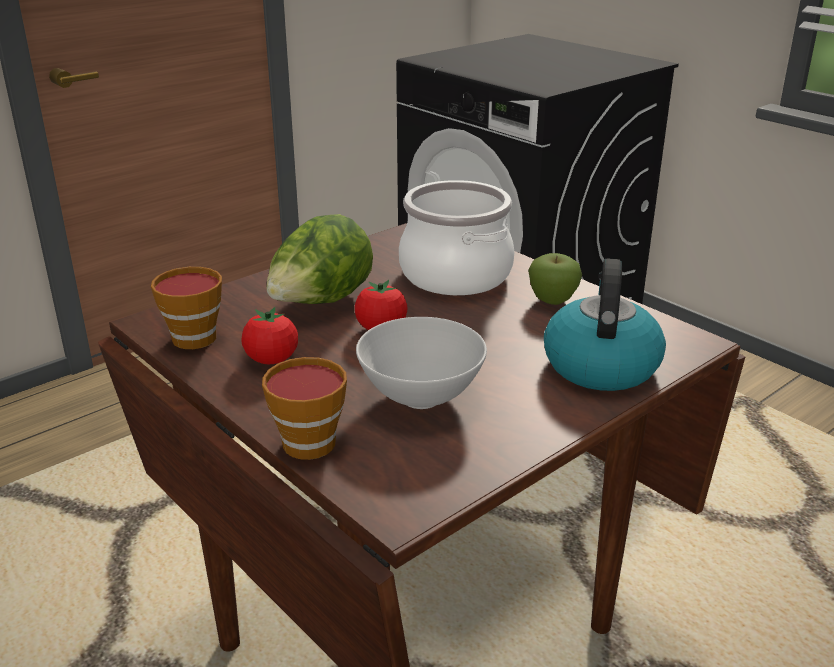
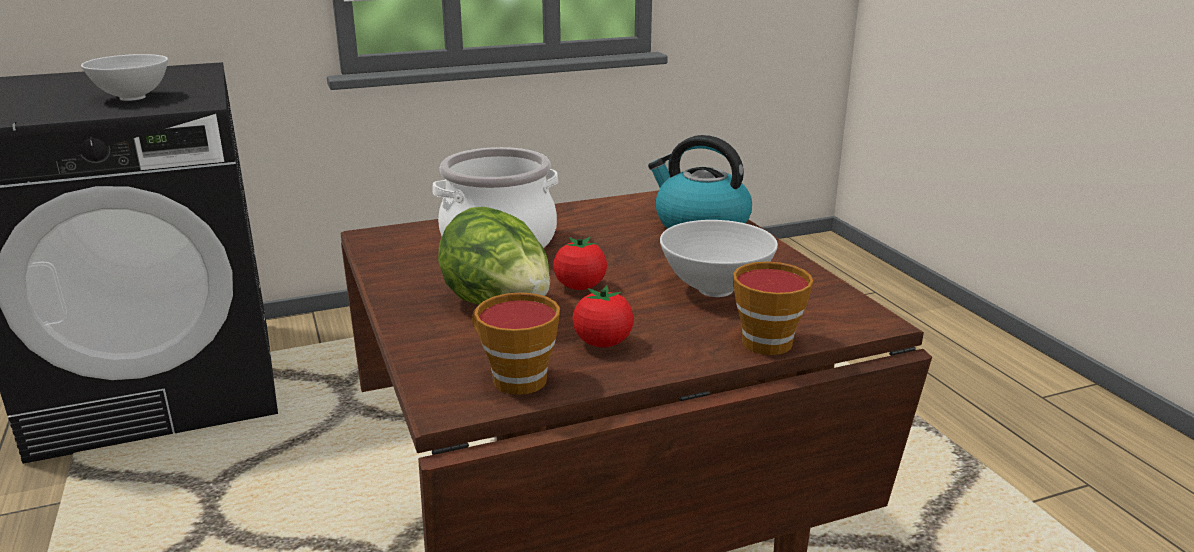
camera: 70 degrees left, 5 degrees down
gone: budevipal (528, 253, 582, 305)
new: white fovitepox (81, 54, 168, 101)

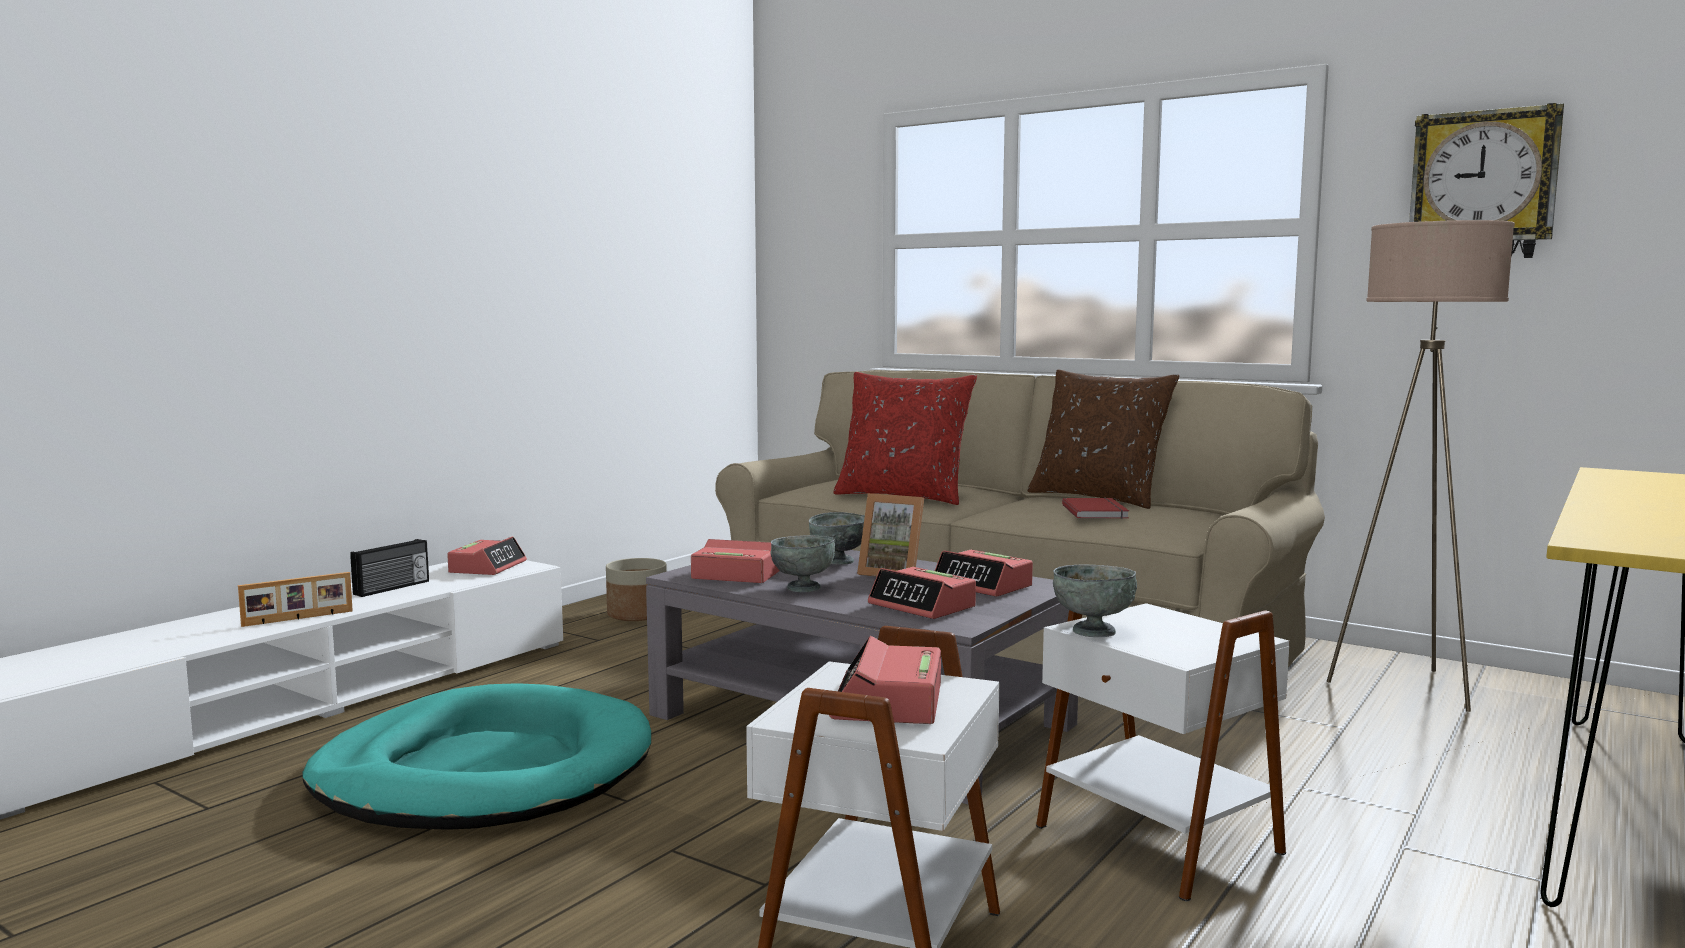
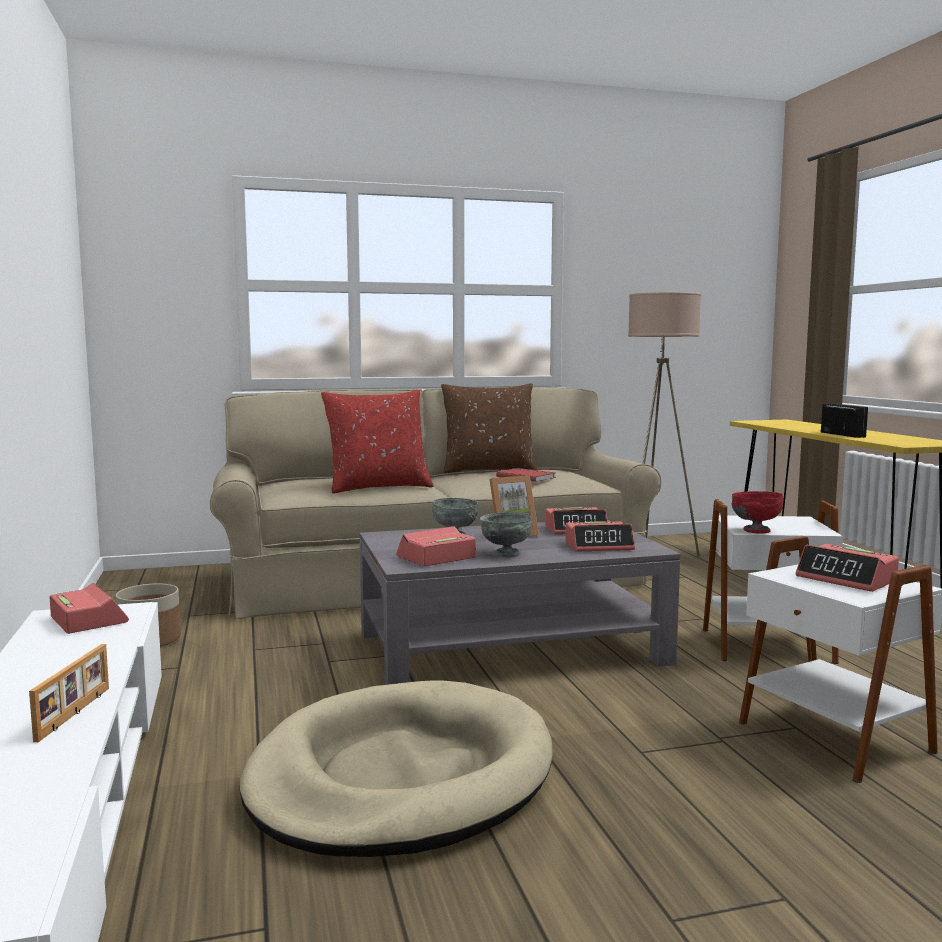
camera: 50 degrees left, 0 degrees up
gone: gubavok (1409, 103, 1564, 258)
shifted: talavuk (350, 539, 429, 597) to (821, 404, 868, 438)
repainted: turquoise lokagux (302, 683, 651, 830) to beige lokagux (240, 680, 552, 857); grey fovitepox (1053, 565, 1137, 637) to red fovitepox (731, 491, 783, 533)

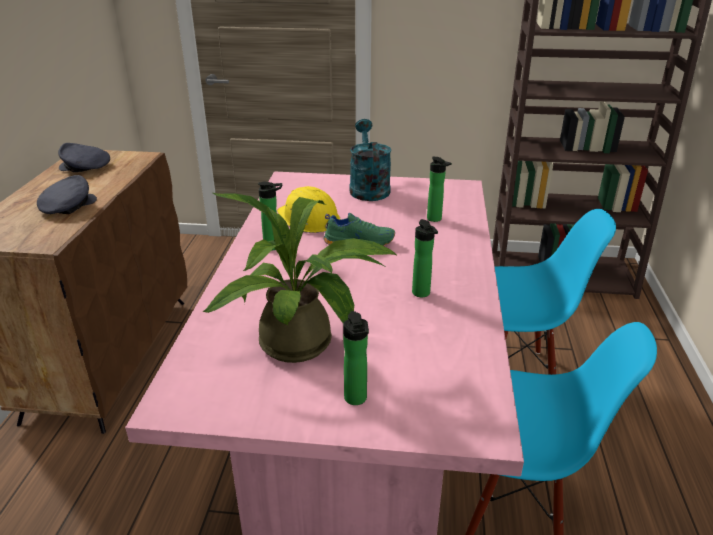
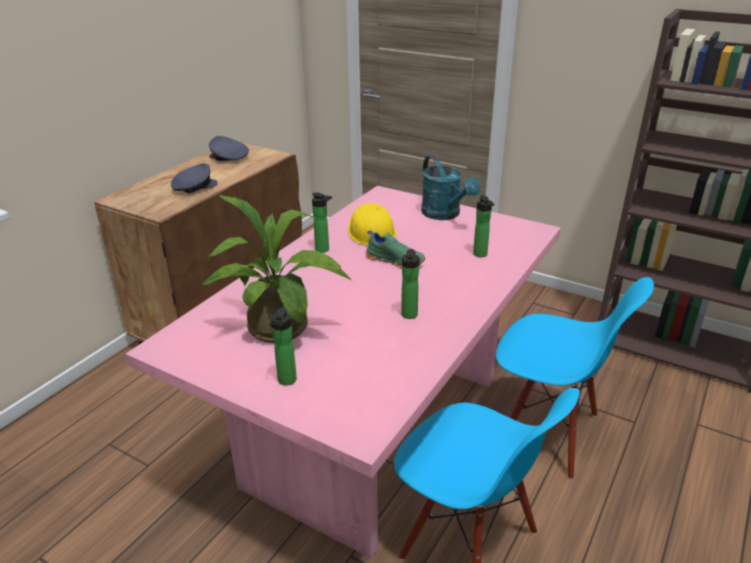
camera: 25 degrees right, 0 degrees up
rotated: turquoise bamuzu (350, 119, 392, 201) = (421, 155, 480, 220) 135 degrees clockwise

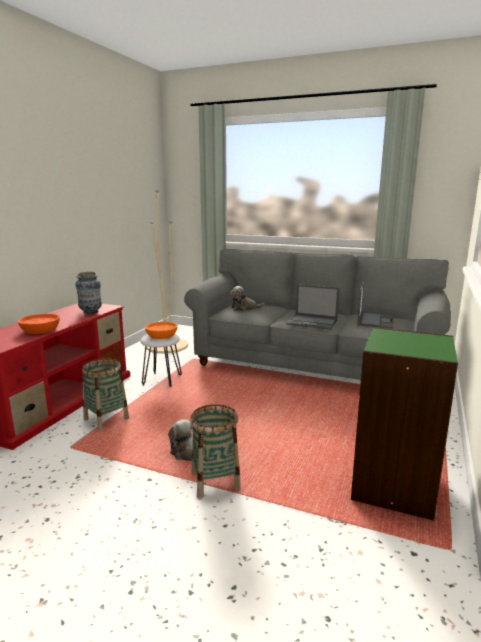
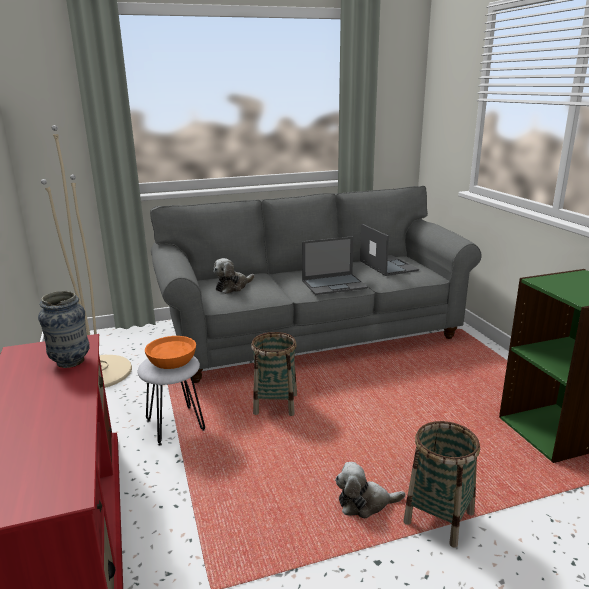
camera: 40 degrees left, 5 degrees up
gone: orange fovitepox (18, 314, 60, 334)
shifted: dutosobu (82, 358, 129, 430) to (251, 332, 297, 416)

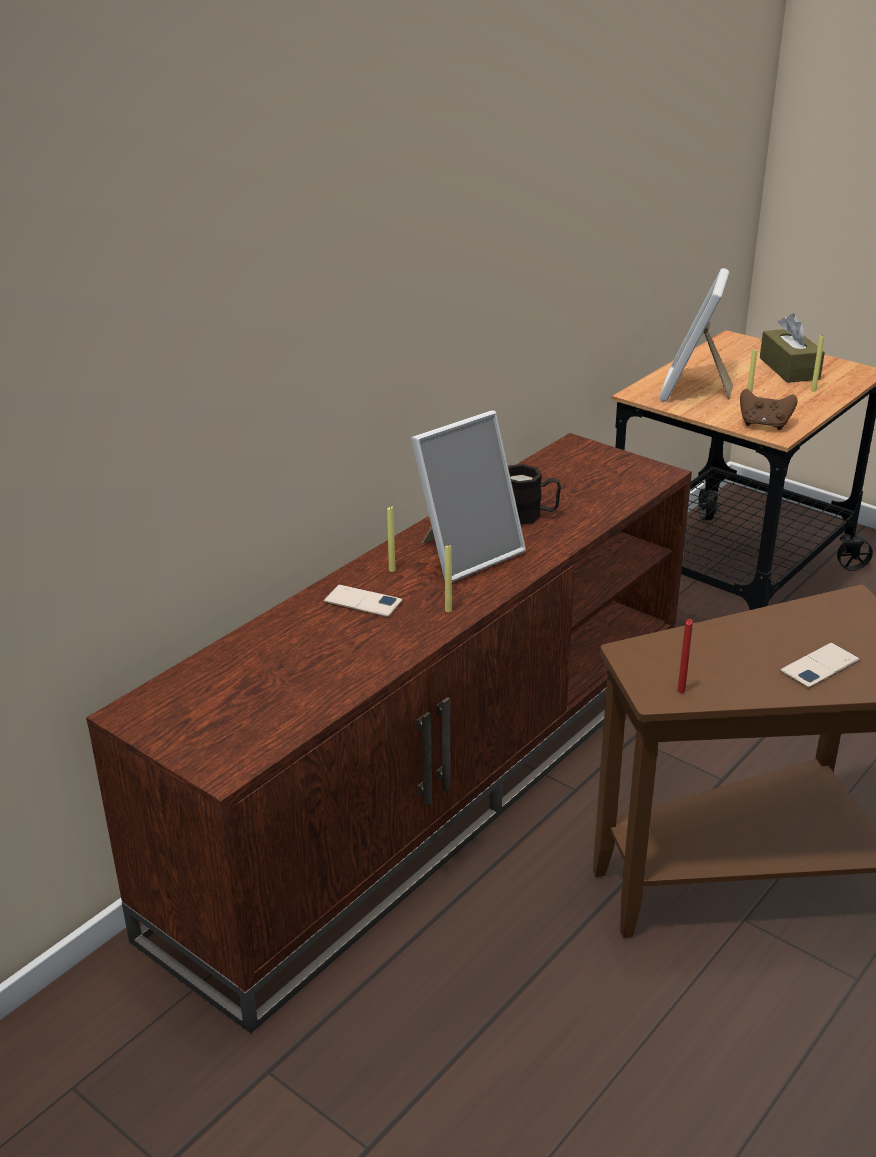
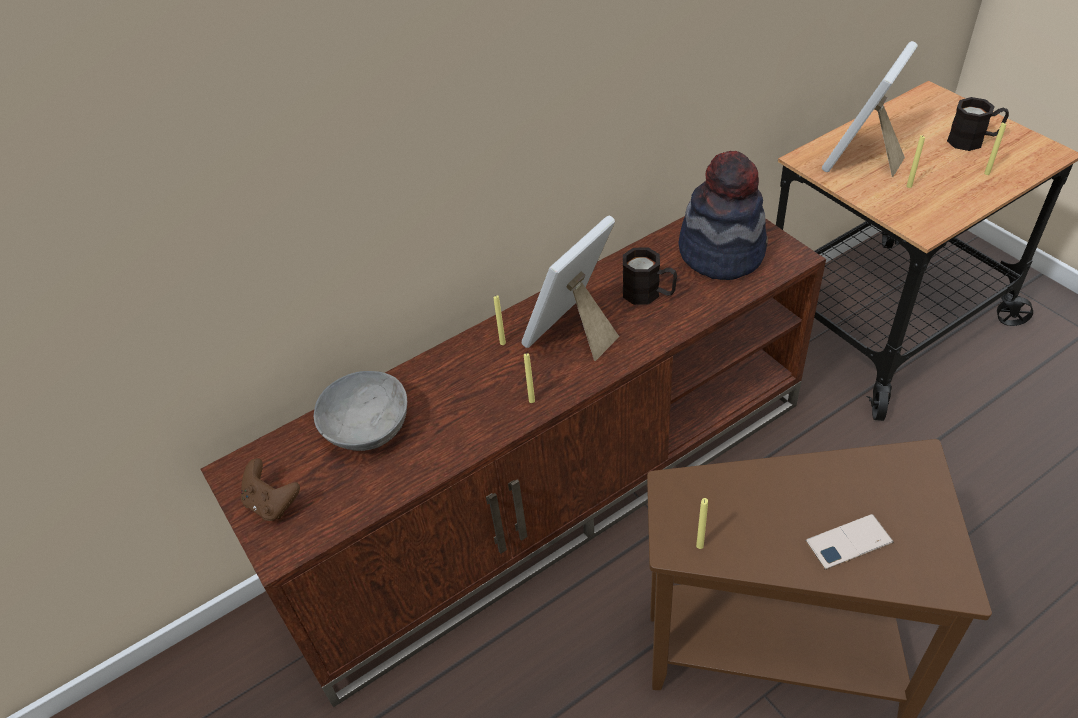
camera: 20 degrees right, 15 degrees up
gone: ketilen (323, 584, 403, 618)
new: grey fovitepox (314, 371, 407, 451); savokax (679, 151, 768, 280)
shifted: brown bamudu (740, 389, 797, 430) to (241, 458, 300, 521)
swapped: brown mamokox (760, 314, 825, 383) to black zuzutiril (947, 97, 1009, 151)
repainted: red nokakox (677, 619, 693, 693) to yellow nokakox (696, 498, 708, 549)
rotated: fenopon (411, 410, 526, 582) = (522, 216, 619, 361) 150 degrees clockwise

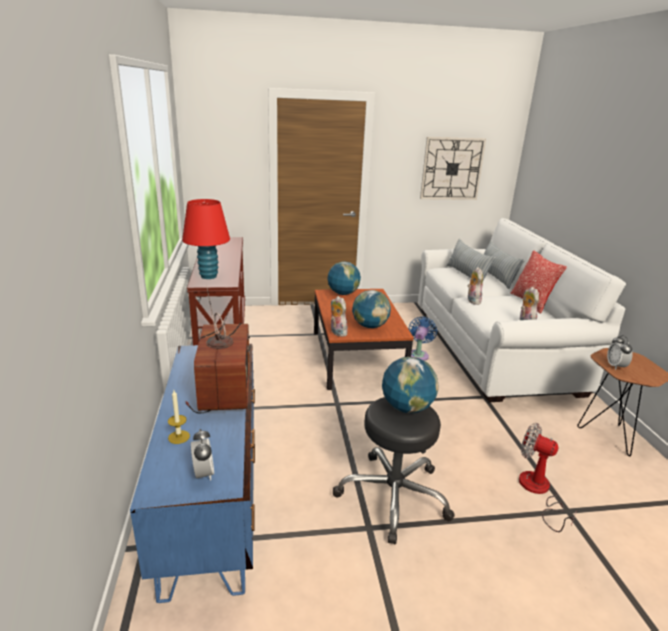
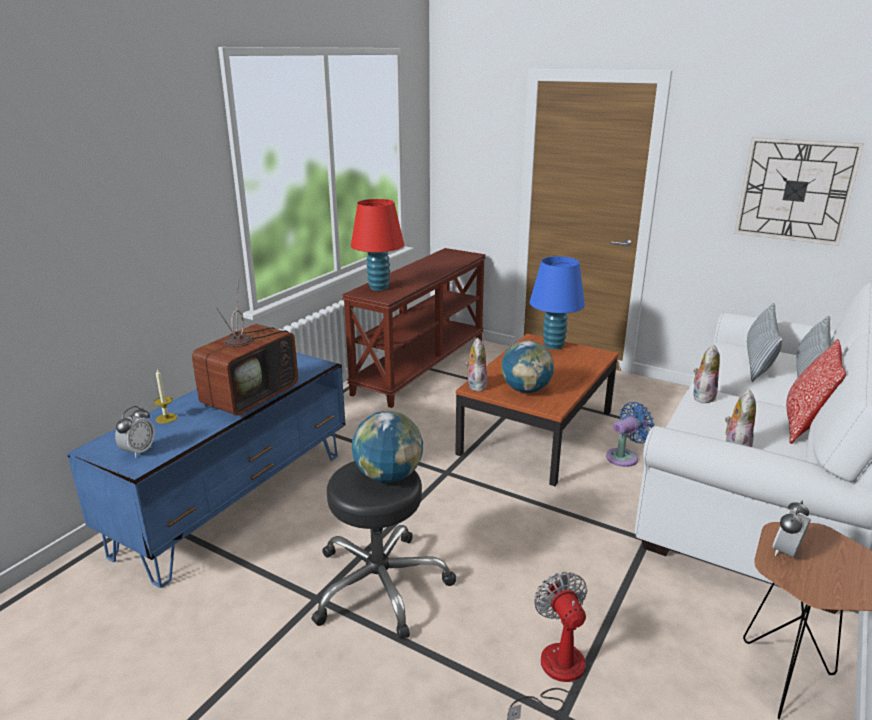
camera: 40 degrees right, 0 degrees up
swapped: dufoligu (327, 261, 361, 295) to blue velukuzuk (530, 256, 585, 350)

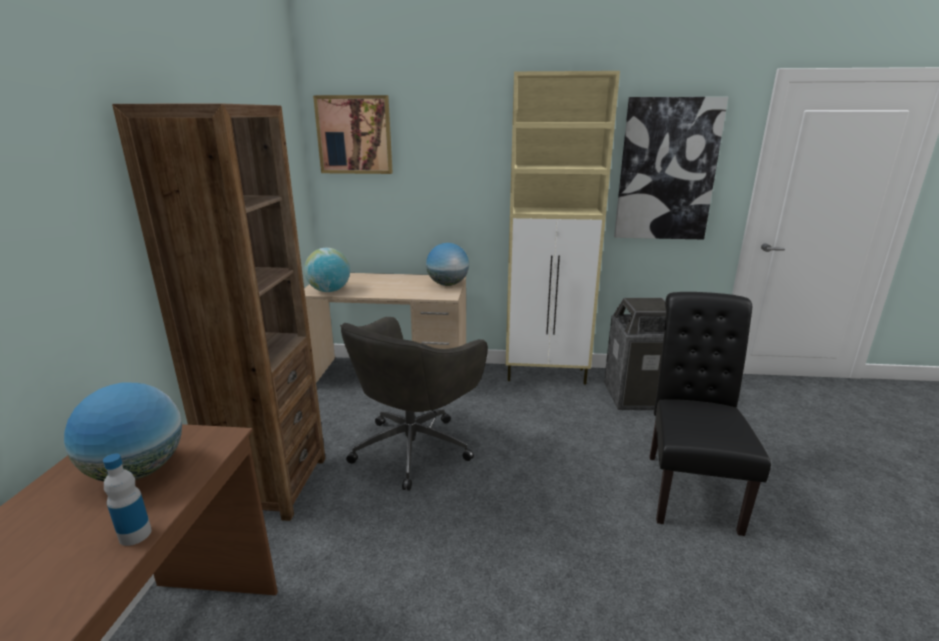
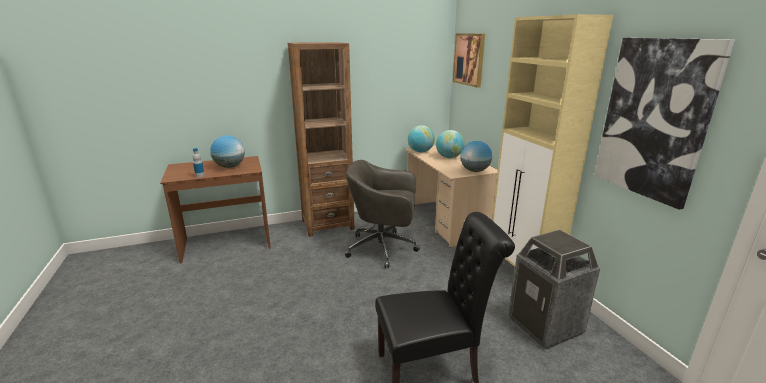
camera: 65 degrees right, 0 degrees up
new: dufoligu (436, 130, 465, 158)

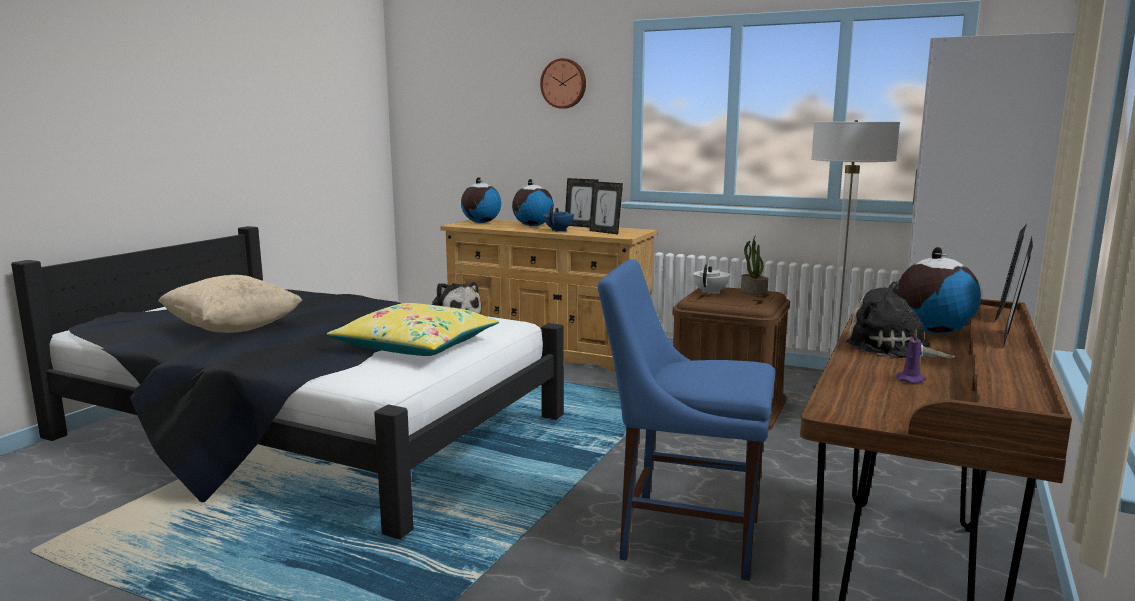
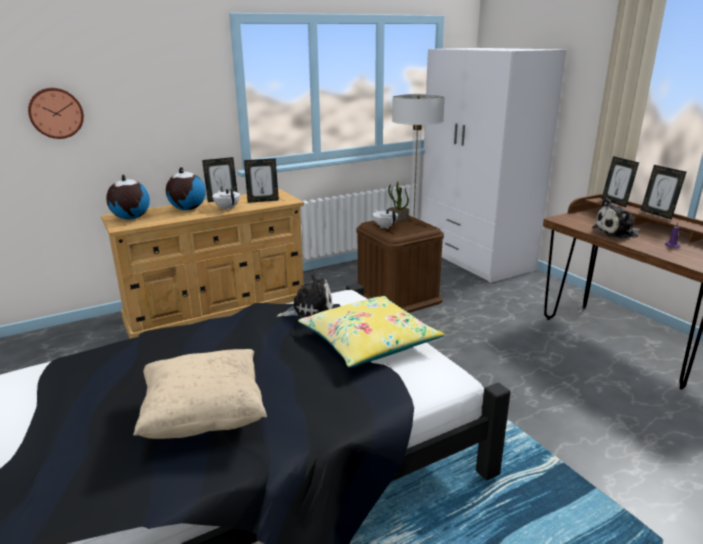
camera: 55 degrees left, 10 degrees up
gone: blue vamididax (598, 259, 775, 581); dufoligu (897, 247, 981, 334)
shifted: gubavok (540, 58, 586, 109) to (28, 88, 84, 139)
repainted: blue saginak (543, 205, 574, 232) to white saginak (212, 188, 240, 210)

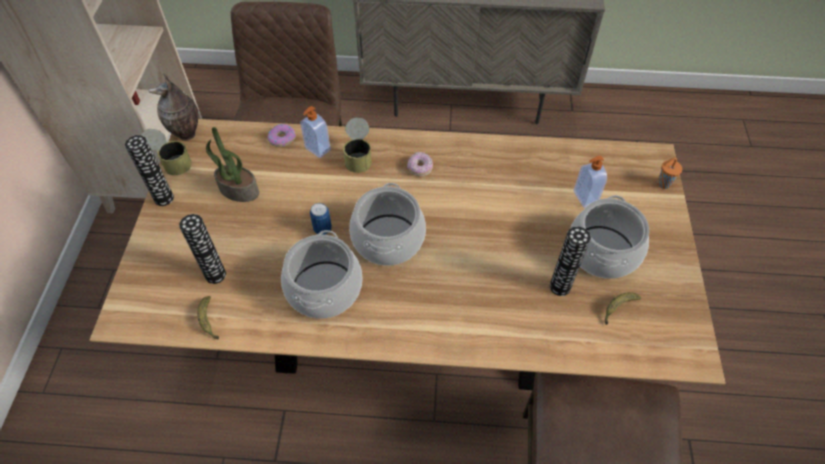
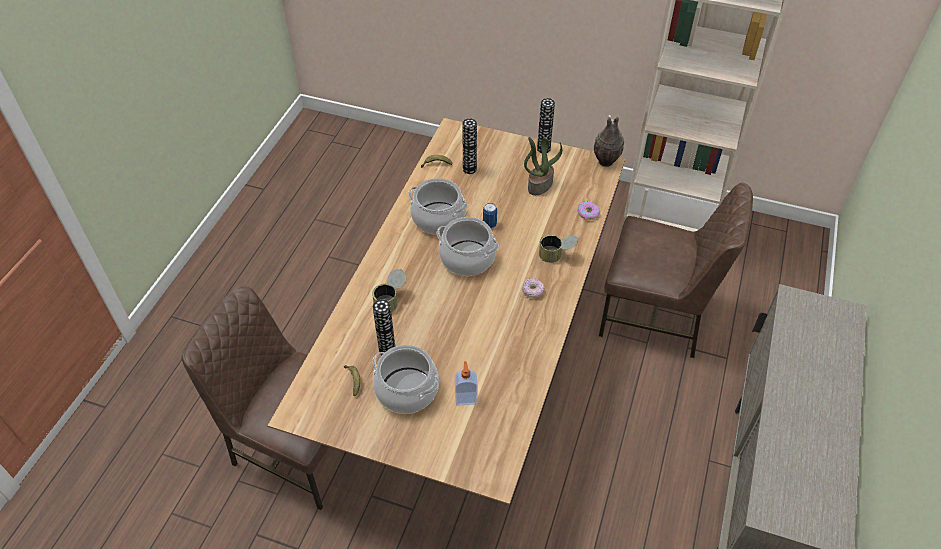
camera: 105 degrees right, 5 degrees down
gone: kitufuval (300, 106, 331, 158); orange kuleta (657, 157, 682, 189)
shifted: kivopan (141, 129, 192, 175) to (372, 269, 407, 312)

